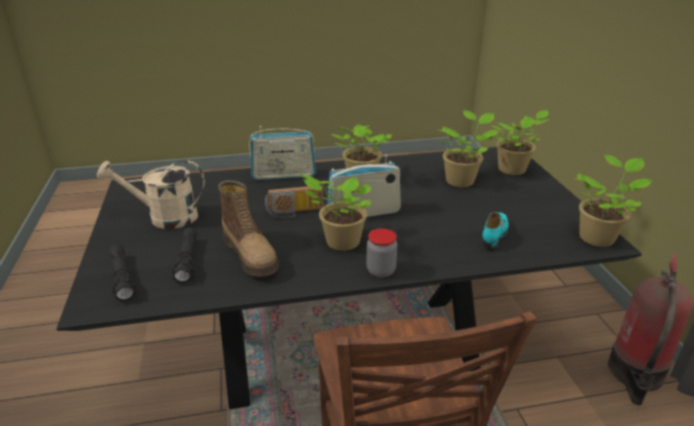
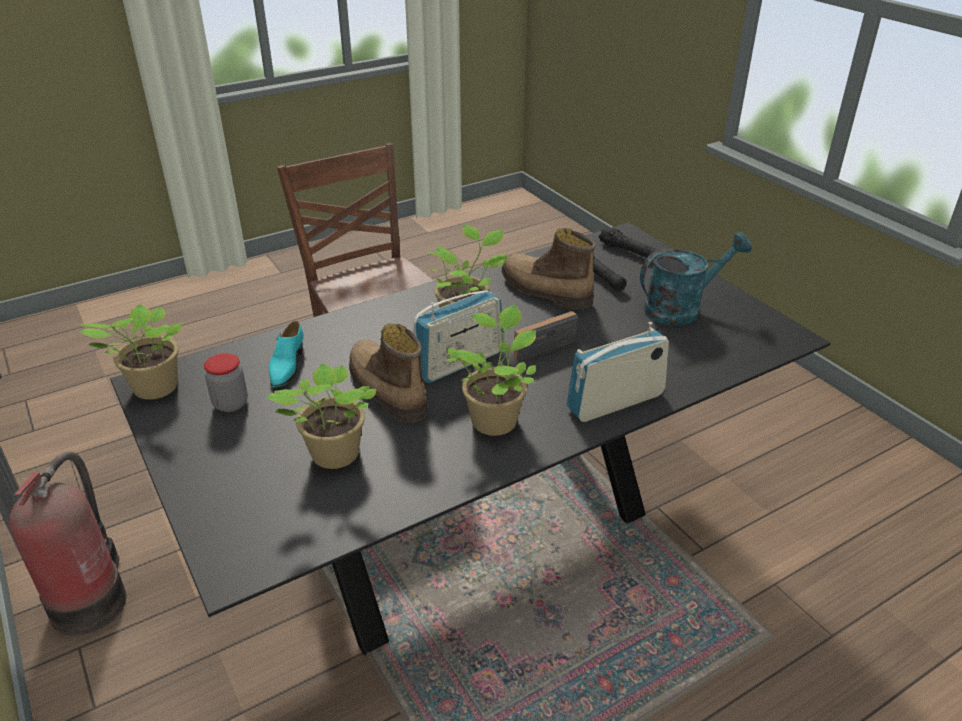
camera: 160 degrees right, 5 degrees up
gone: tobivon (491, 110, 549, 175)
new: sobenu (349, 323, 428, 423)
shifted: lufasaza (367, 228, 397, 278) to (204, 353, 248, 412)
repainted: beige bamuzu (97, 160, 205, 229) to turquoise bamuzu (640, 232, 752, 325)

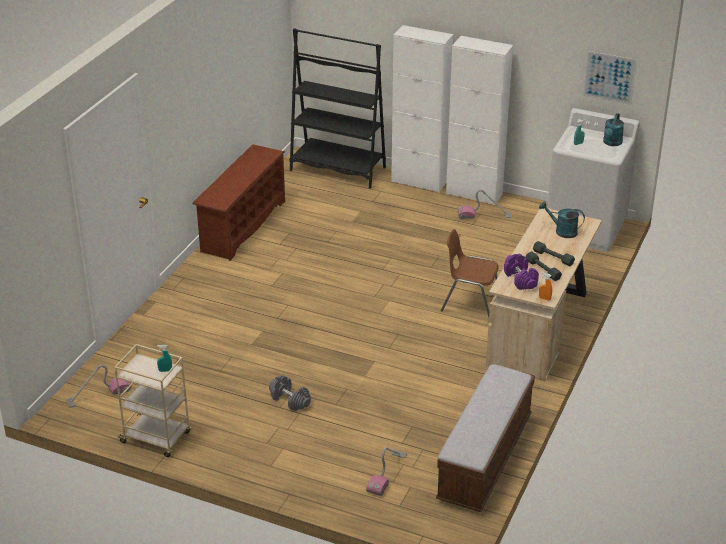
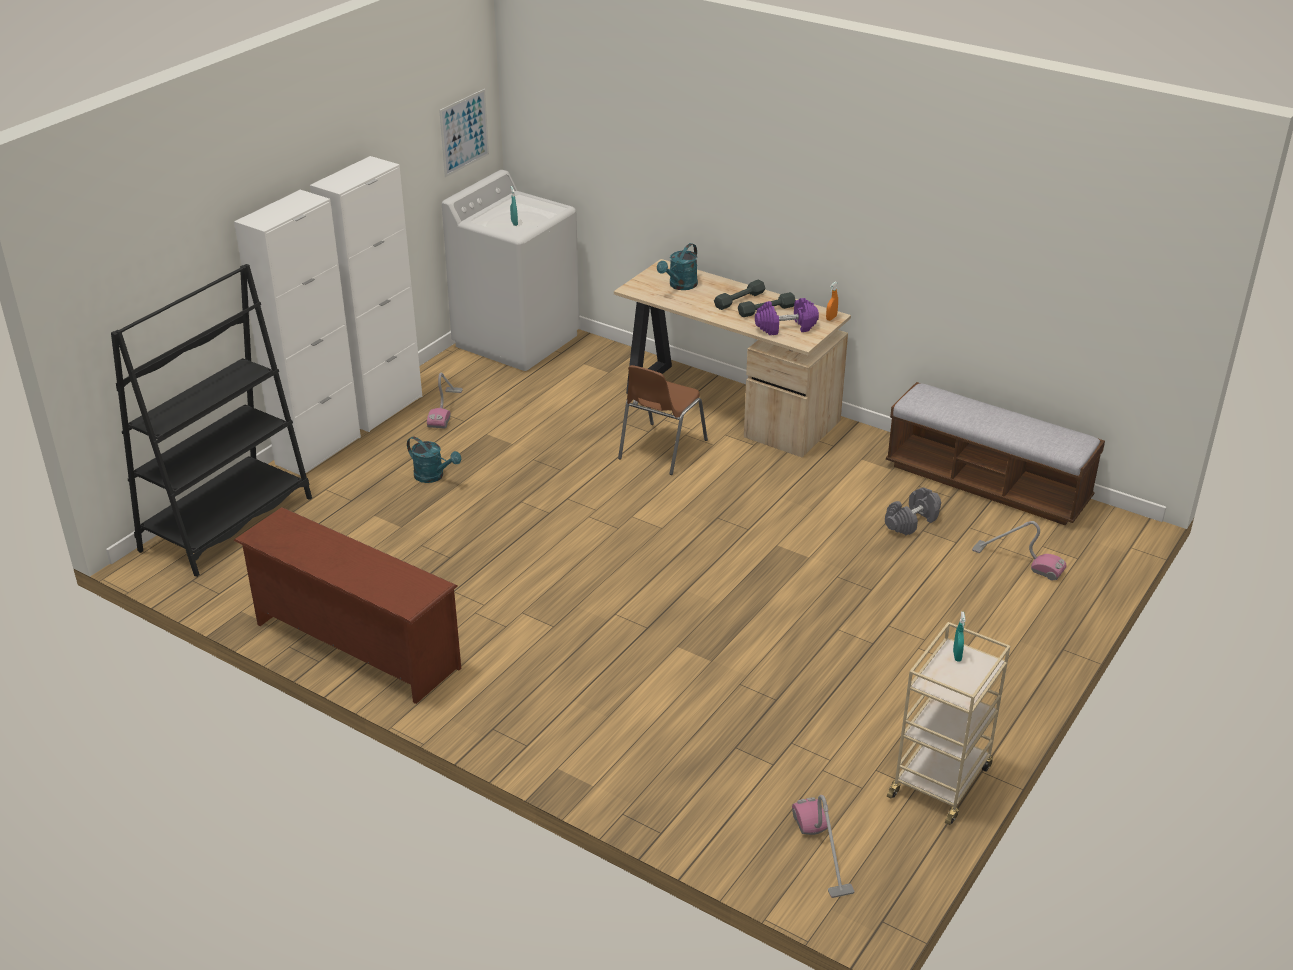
camera: 80 degrees left, 0 degrees up
shifted: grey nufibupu (269, 375, 311, 411) to (885, 487, 941, 535); turquoise bamuzu (603, 113, 624, 146) to (407, 436, 461, 483)

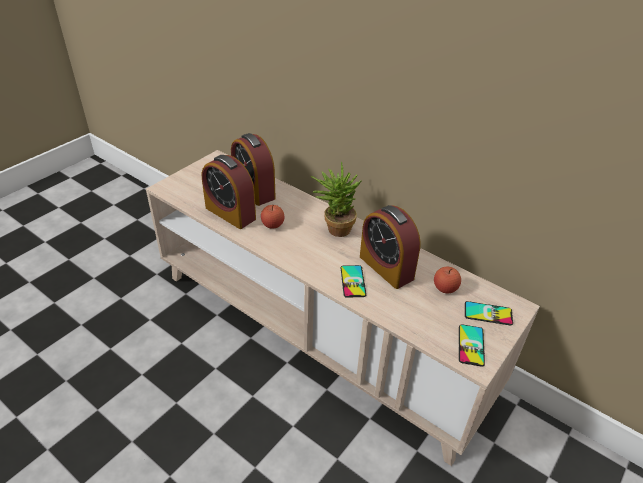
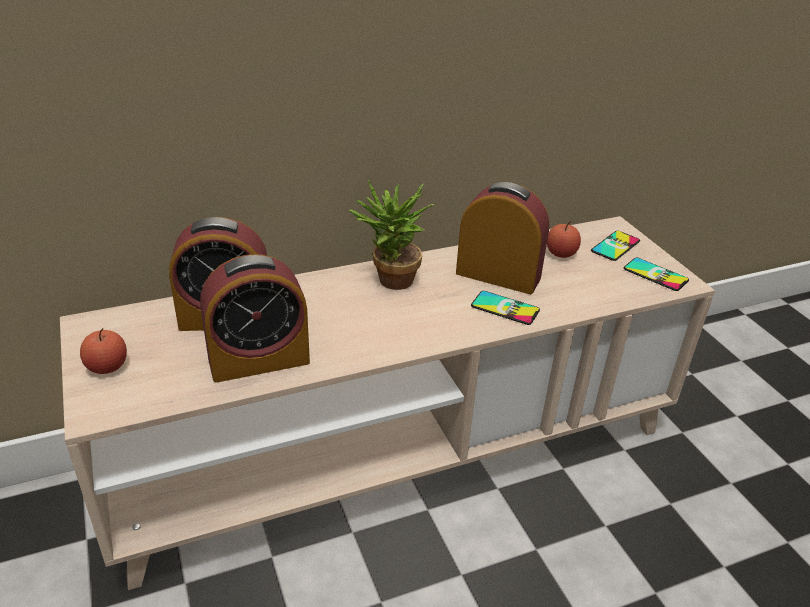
camera: 60 degrees left, 5 degrees down
shifted: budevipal (261, 205, 285, 229) to (80, 328, 127, 374)
rotated: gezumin (360, 205, 421, 289) = (456, 182, 549, 294) 150 degrees counterclockwise

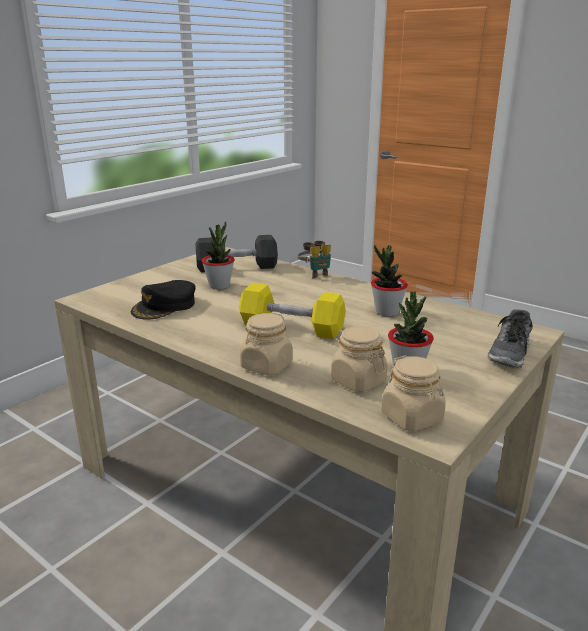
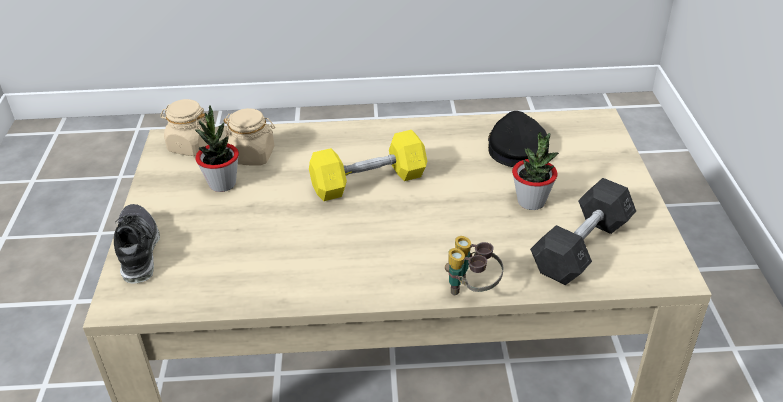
camera: 140 degrees right, 15 degrees up
gone: beige lufasaza (240, 313, 293, 376); tobivon (371, 245, 408, 317)

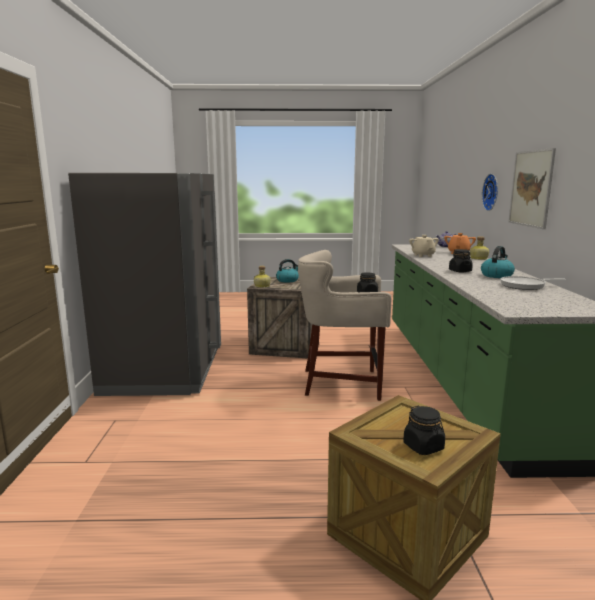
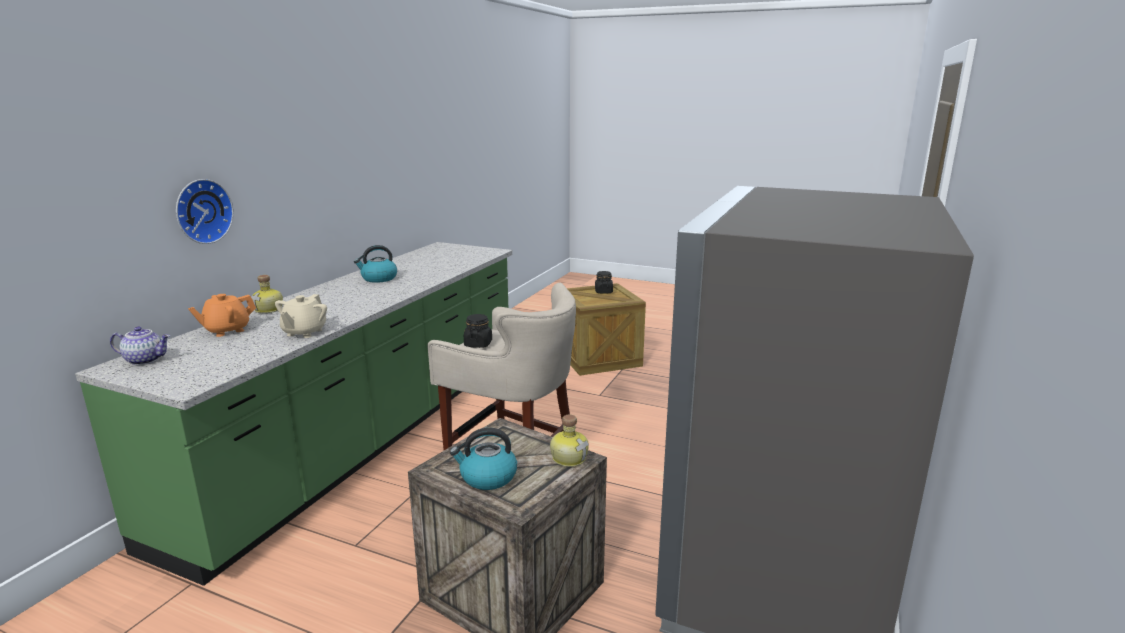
camera: 155 degrees left, 5 degrees up
gone: black lufasaza (449, 249, 473, 272); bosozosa (500, 276, 566, 290); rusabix (508, 148, 556, 229)

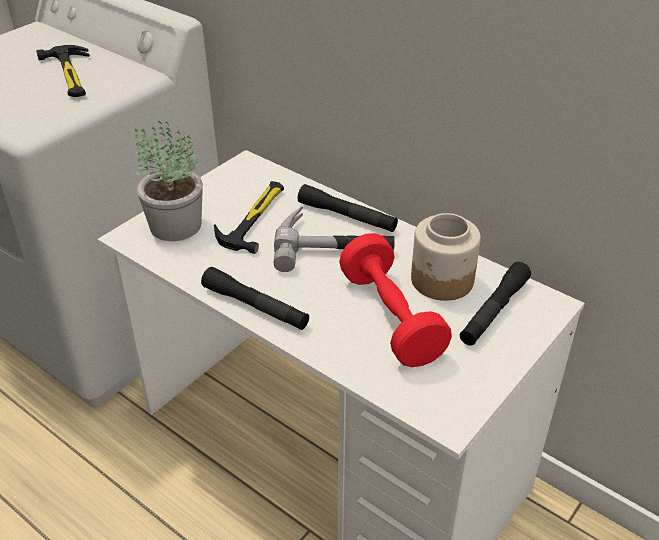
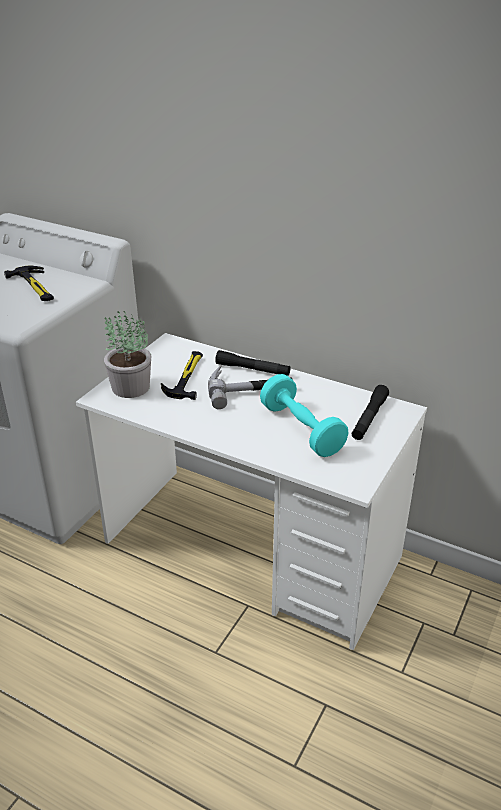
camera: 10 degrees left, 5 degrees down
gone: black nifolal (201, 267, 309, 330); lufasaza (411, 213, 481, 301)
repainted: red nufibupu (339, 233, 452, 367) to turquoise nufibupu (260, 374, 348, 457)

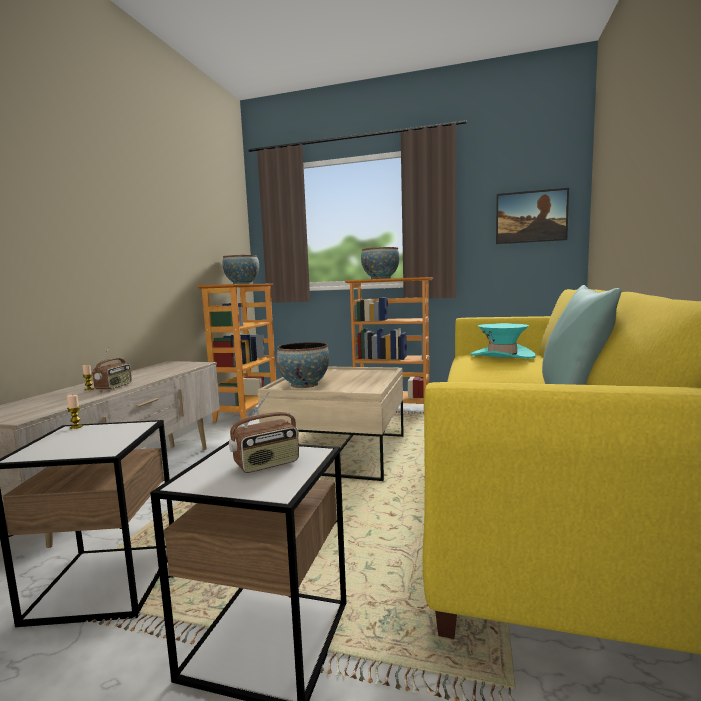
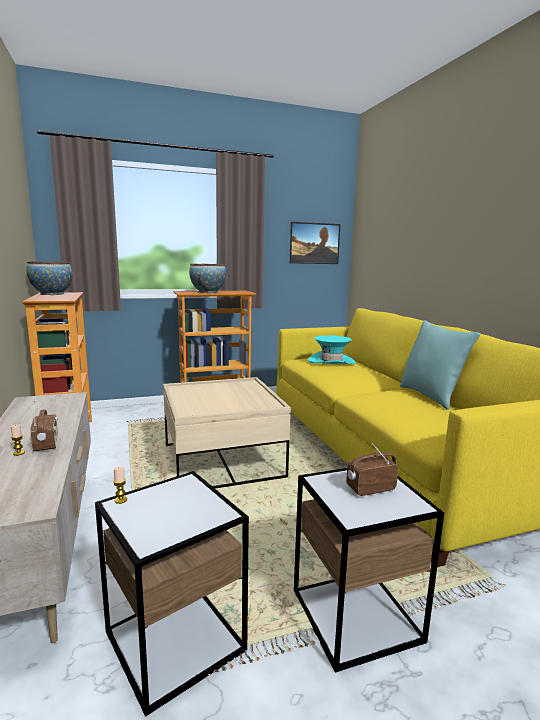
camera: 35 degrees left, 5 degrees up
gone: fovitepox (277, 342, 329, 388)
rotated: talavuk (229, 392, 299, 473) = (346, 443, 398, 496) 135 degrees counterclockwise

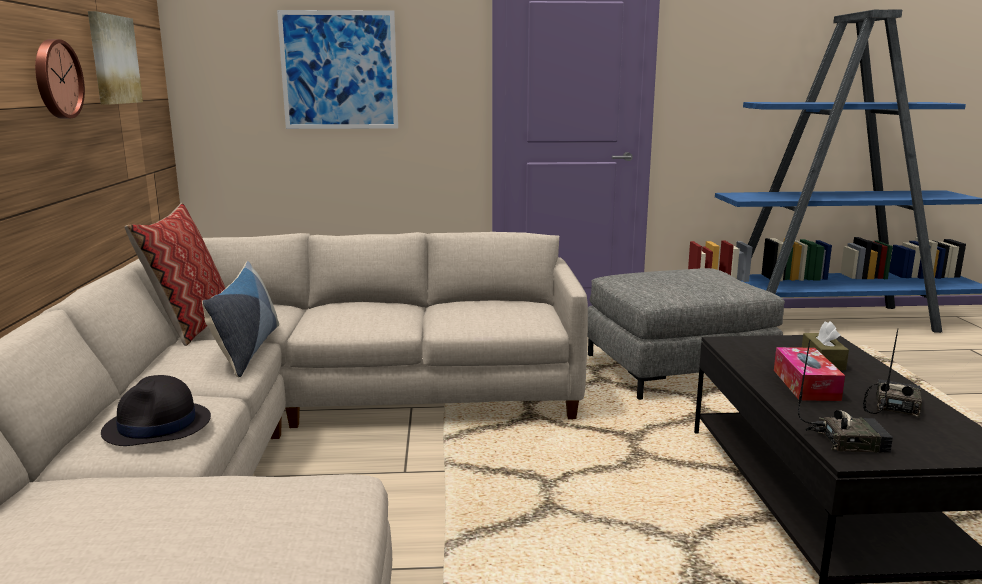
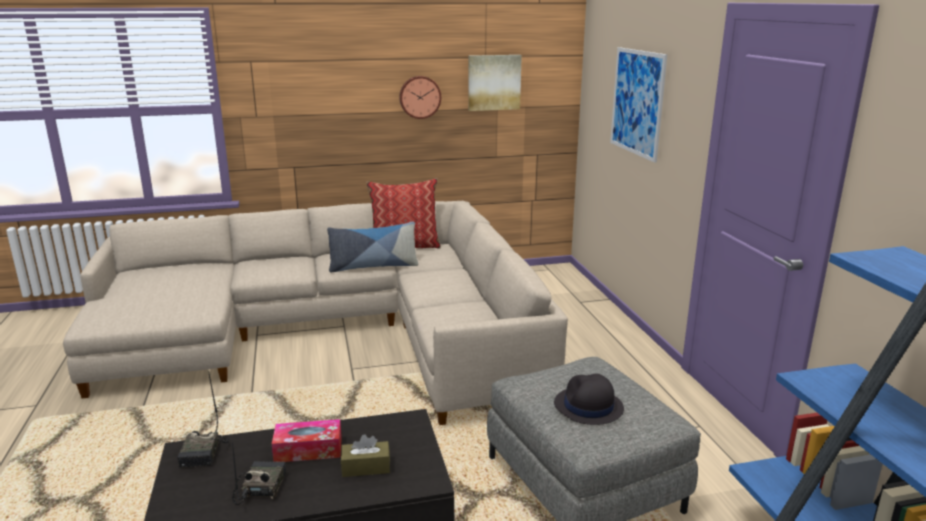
camera: 80 degrees right, 5 degrees up
shifted: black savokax (101, 375, 211, 446) to (554, 373, 624, 425)
rotated: talavuk (863, 328, 922, 418) = (232, 441, 286, 505) 105 degrees counterclockwise

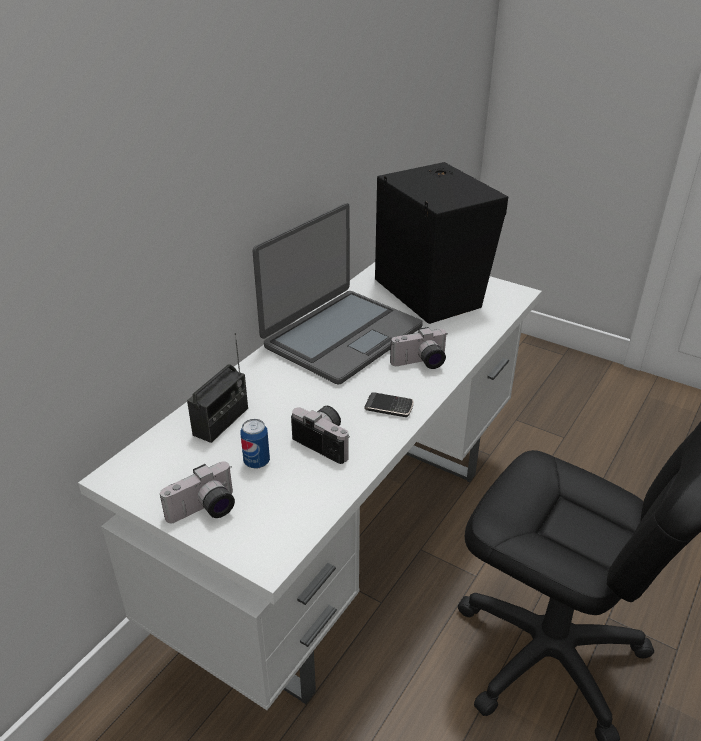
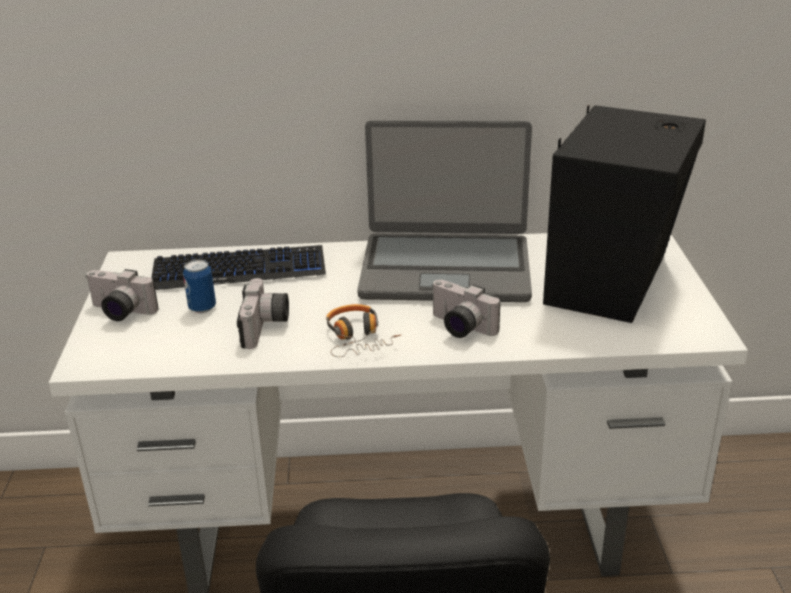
camera: 55 degrees right, 5 degrees down
swapped: talavuk (187, 333, 248, 443) to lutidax (151, 245, 326, 290); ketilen (364, 392, 414, 417) to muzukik (326, 304, 401, 357)

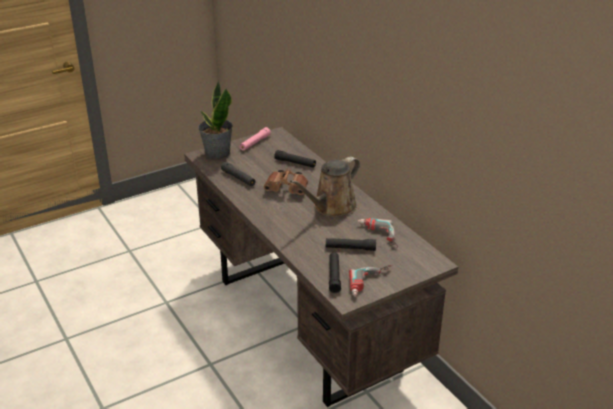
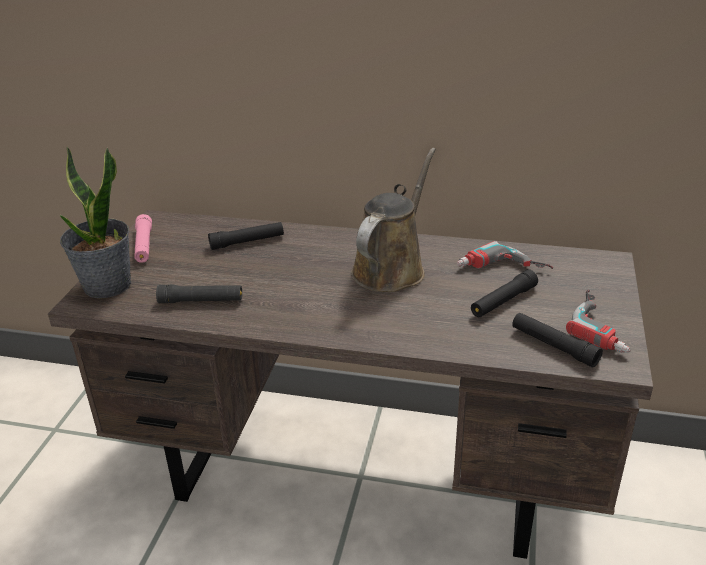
camera: 45 degrees left, 0 degrees up
gone: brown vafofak (263, 168, 308, 195)
rotated: brown bamuzu (290, 157, 360, 217) = (351, 148, 436, 292) 150 degrees counterclockwise

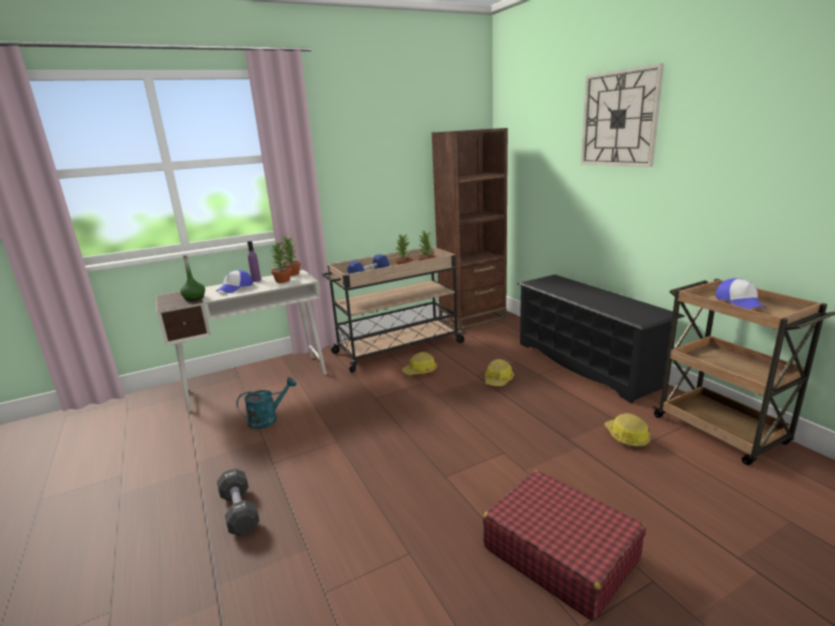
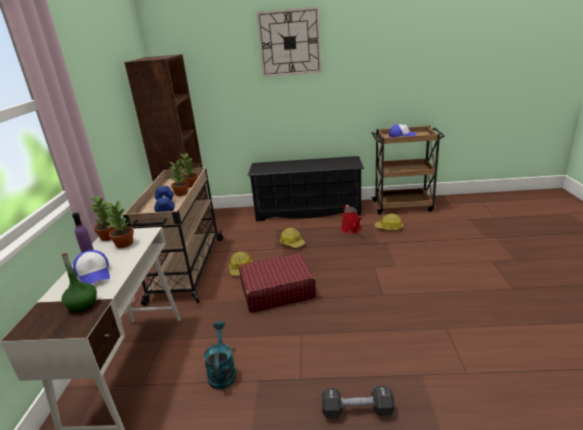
camera: 60 degrees left, 5 degrees up
new: red bamuzu (341, 205, 362, 234)
shifted: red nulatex (483, 470, 646, 621) to (239, 253, 316, 313)

